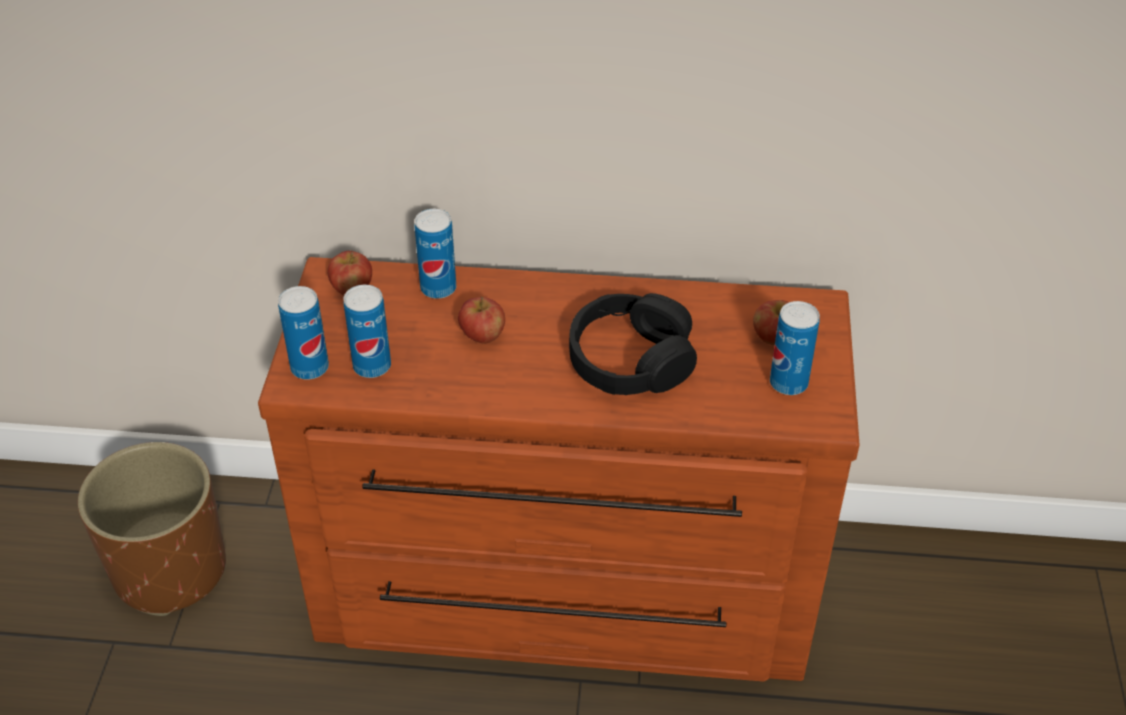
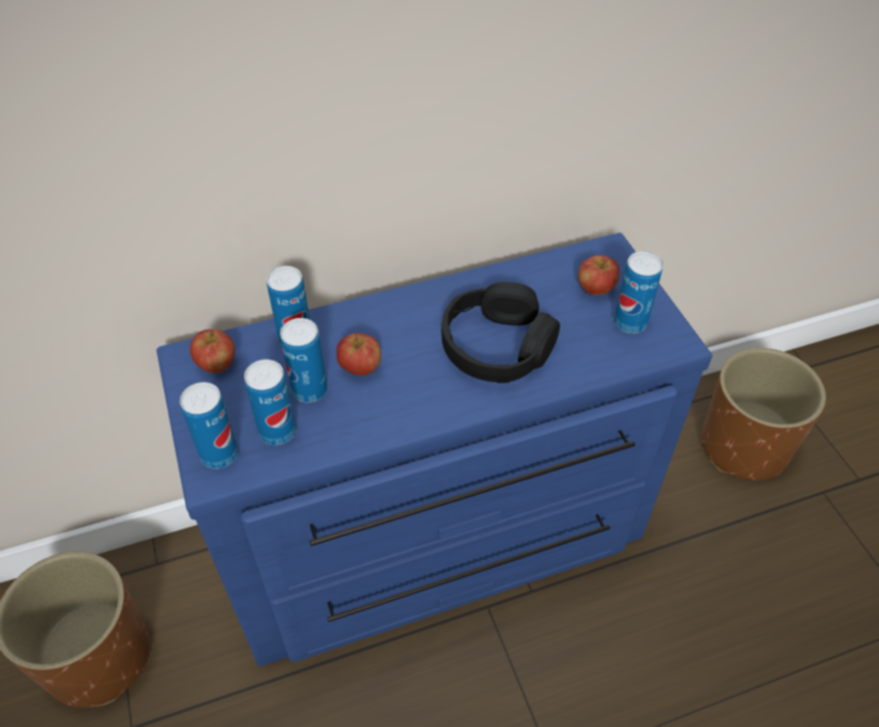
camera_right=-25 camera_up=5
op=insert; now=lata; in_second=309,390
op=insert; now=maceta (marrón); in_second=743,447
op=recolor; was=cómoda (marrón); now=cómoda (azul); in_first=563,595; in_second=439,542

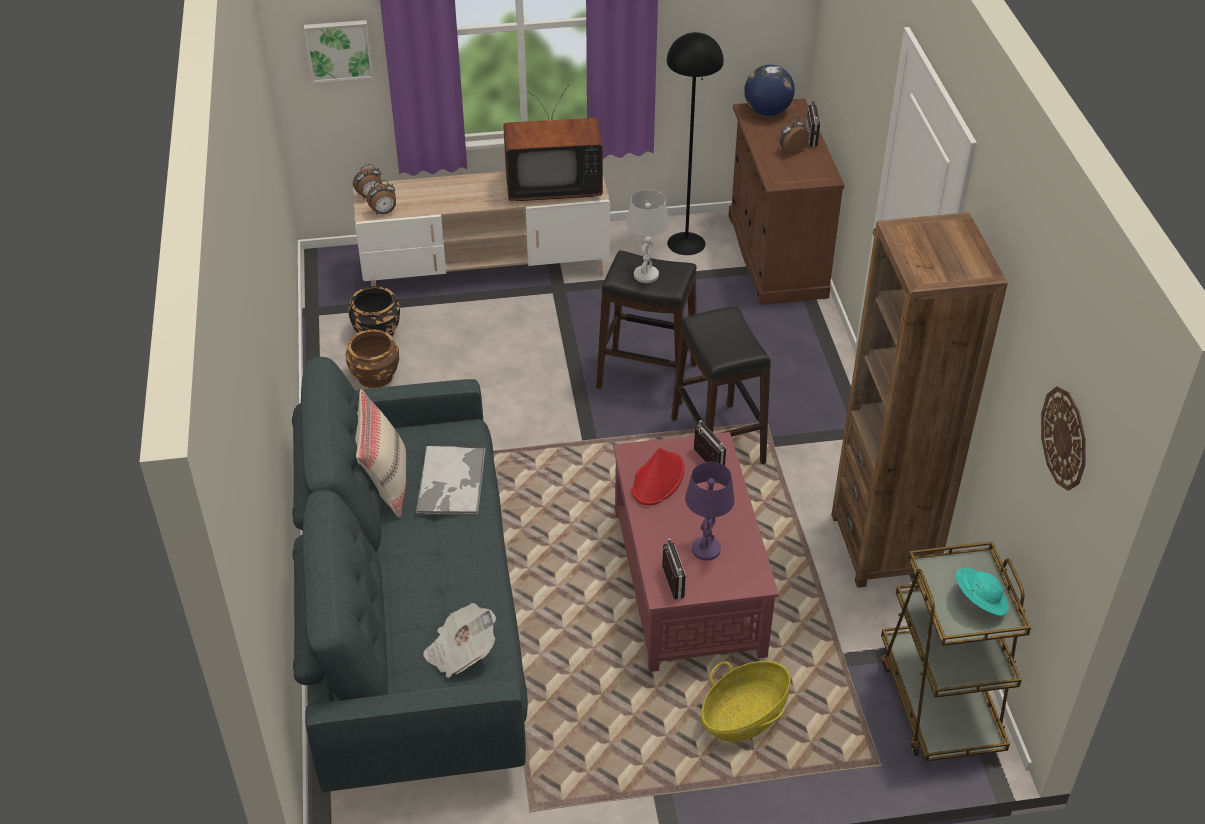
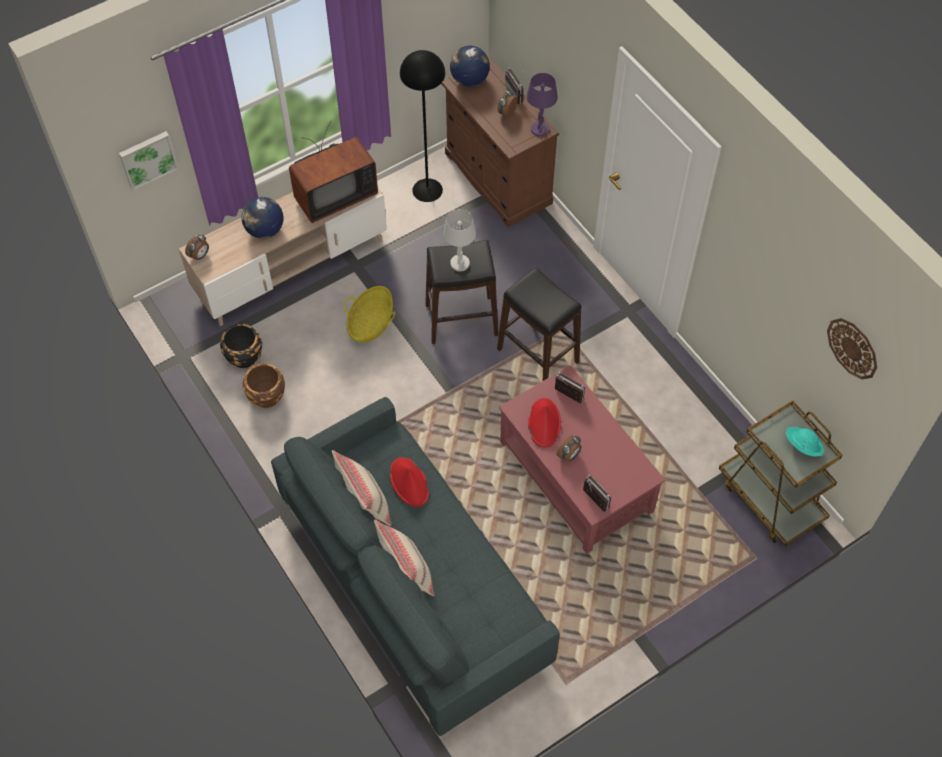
camera_right=-25 camera_up=15
op=delete; was=periódico; in_first=461,652
op=delete; was=estantería (marrón); in_first=884,545
op=insert; now=globo terráqueo; in_second=265,230
op=insert; now=cojín (beis); in_second=406,571
op=move; was=despertador; in_first=384,212; in_second=569,455
op=move; was=lámpara de mesa (morado); in_first=706,549; in_second=540,129
op=move; was=cesta; in_first=744,716; in_second=371,323
op=replace; was=bandeja; now=sombrero (rojo); in_first=451,482; in_second=409,483

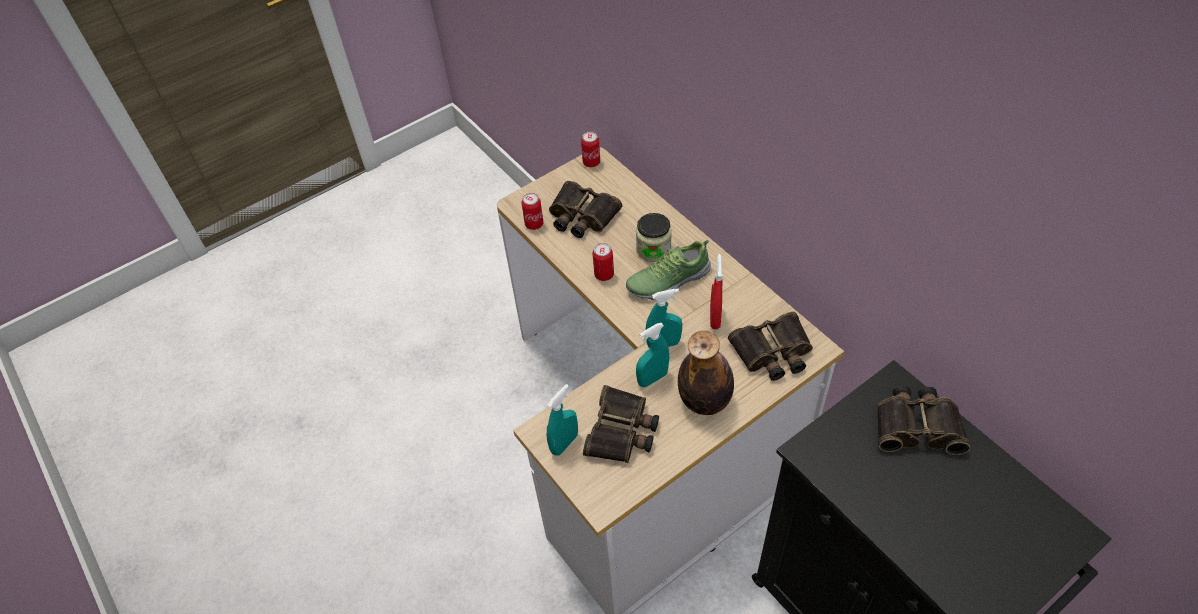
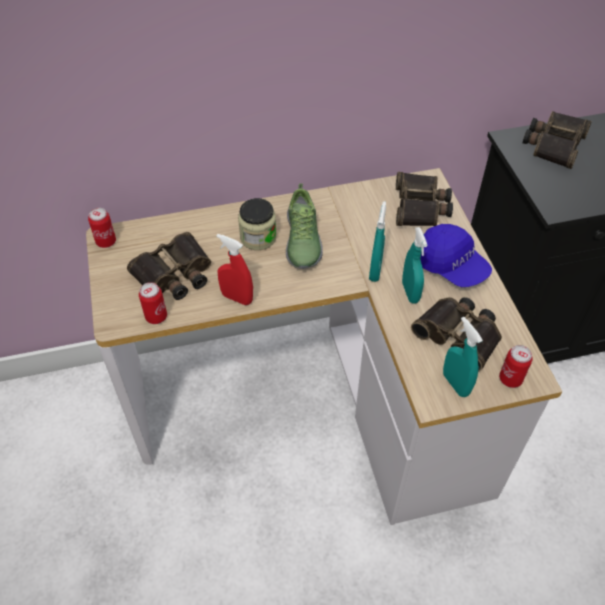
camera_right=-70 camera_up=0
op=move; was=lata; in_first=604,274; in_second=510,379
op=move; was=pulverizador (rojo); in_first=715,318; in_second=237,298
op=replace; was=botella; now=gorra (azul); in_first=705,401; in_second=451,266

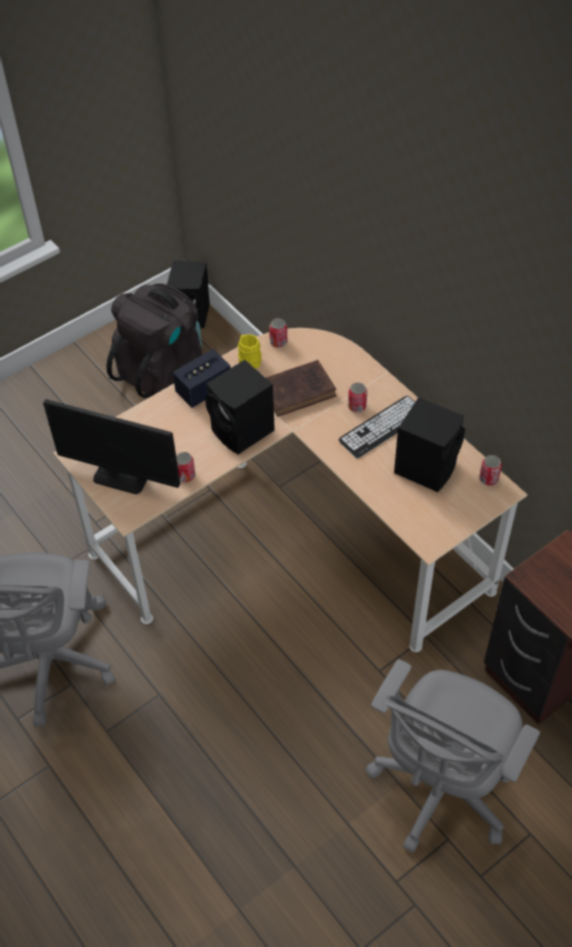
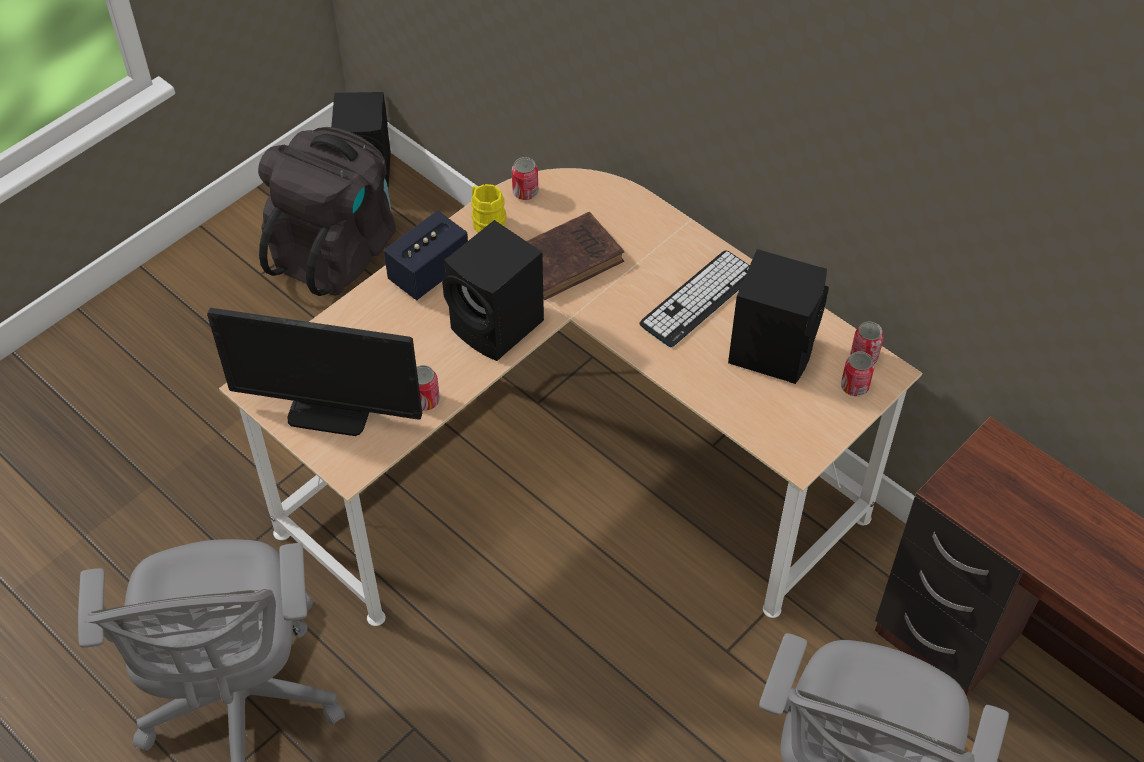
camera_right=-10 camera_up=0
op=move; was=lata; in_first=357,406; in_second=854,386

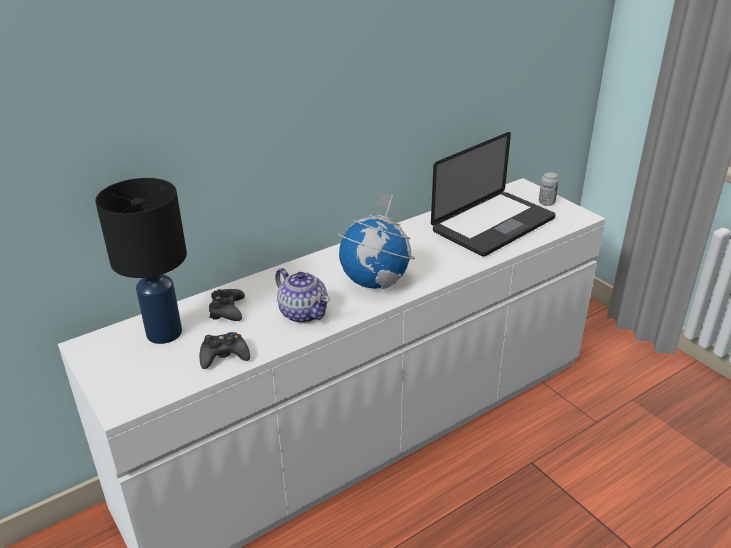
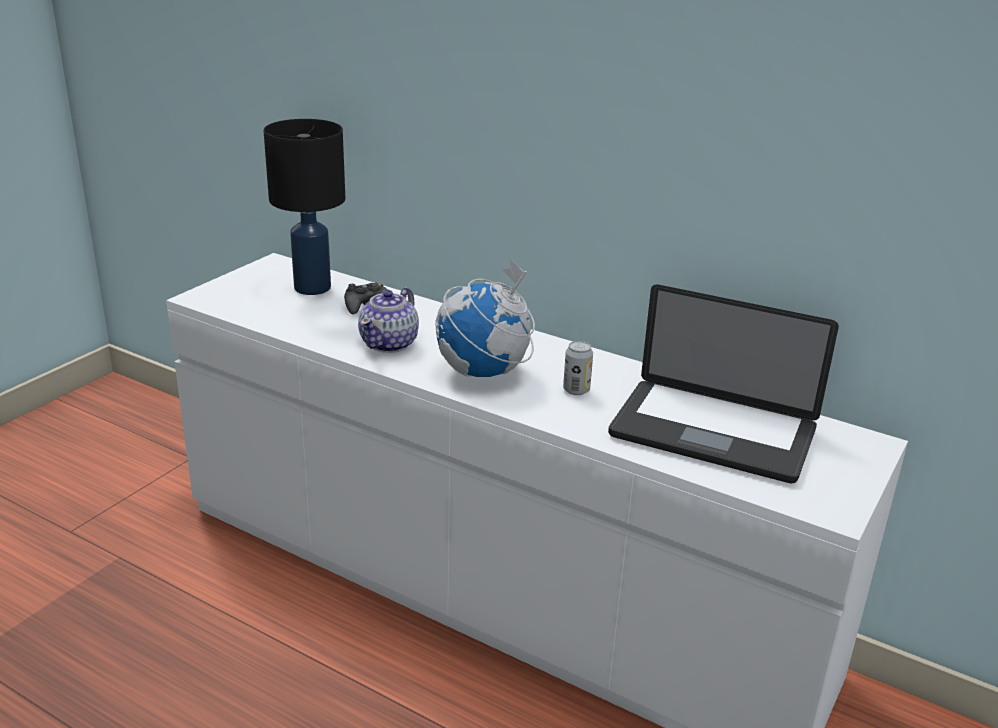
camera_right=65 camera_up=-5
op=delete; was=mando de consola (negro); in_first=224,356
op=move; was=lata; in_first=546,203; in_second=576,390

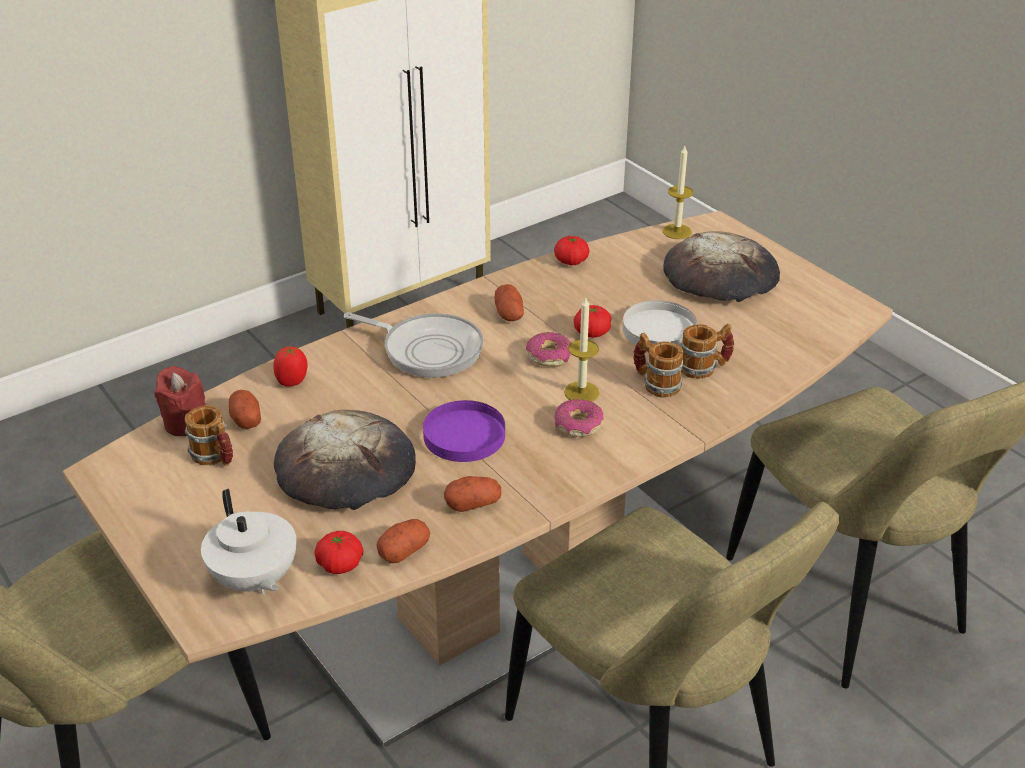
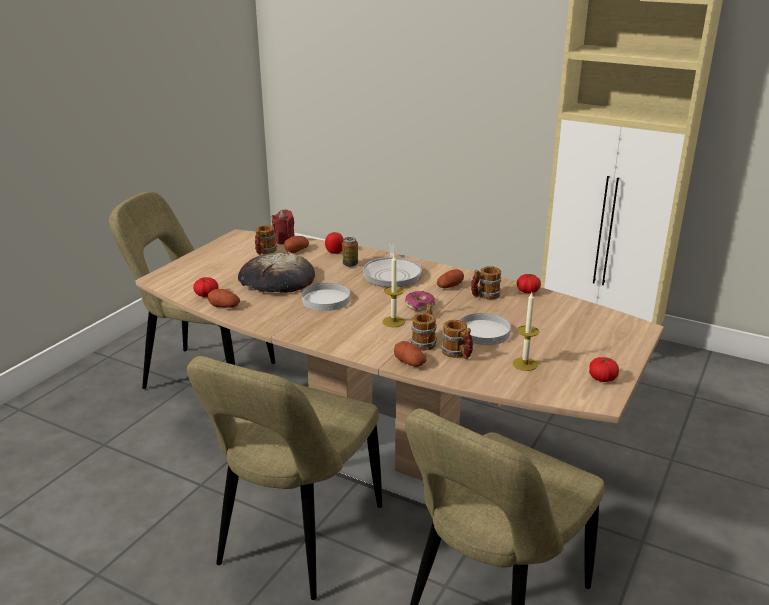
camera_right=65 camera_up=-10
op=delete; was=tetera (blanco); in_first=254,580
op=delete; was=rosquilla; in_first=578,425
op=delete; was=pan; in_first=721,276
op=insert; now=lata; in_second=350,264
op=insert; now=taza grande; in_second=484,296
op=move; was=patata; in_first=473,504; in_second=409,362
op=move; was=tomate; in_first=592,332; in_second=602,378
op=move; was=vela; in_first=677,231; in_second=525,364
op=recolor; was=plato (morado); now=plato (blanco); in_first=463,435; in_second=325,299

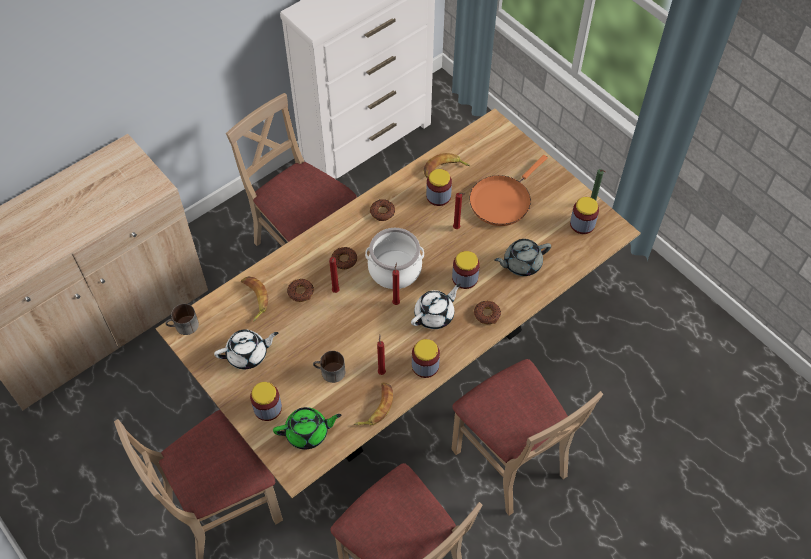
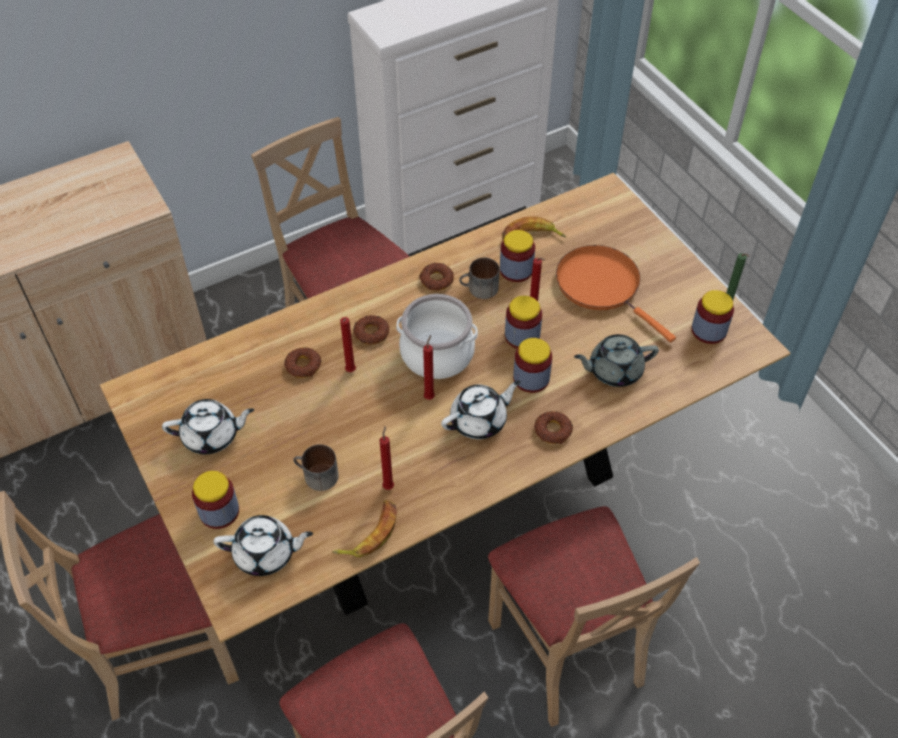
camera_right=10 camera_up=-5
op=delete; was=plátano; in_first=254,299
op=move; was=taza grande; in_first=184,326; in_second=479,289
op=move; was=tarro; in_first=425,366; in_second=522,336
op=recolor; was=tetera (verde); now=tetera (blanco); in_first=308,432; in_second=266,553
op=rotate; was=sartén (naranja); in_first=502,200; in_second=602,286; clockwise=90

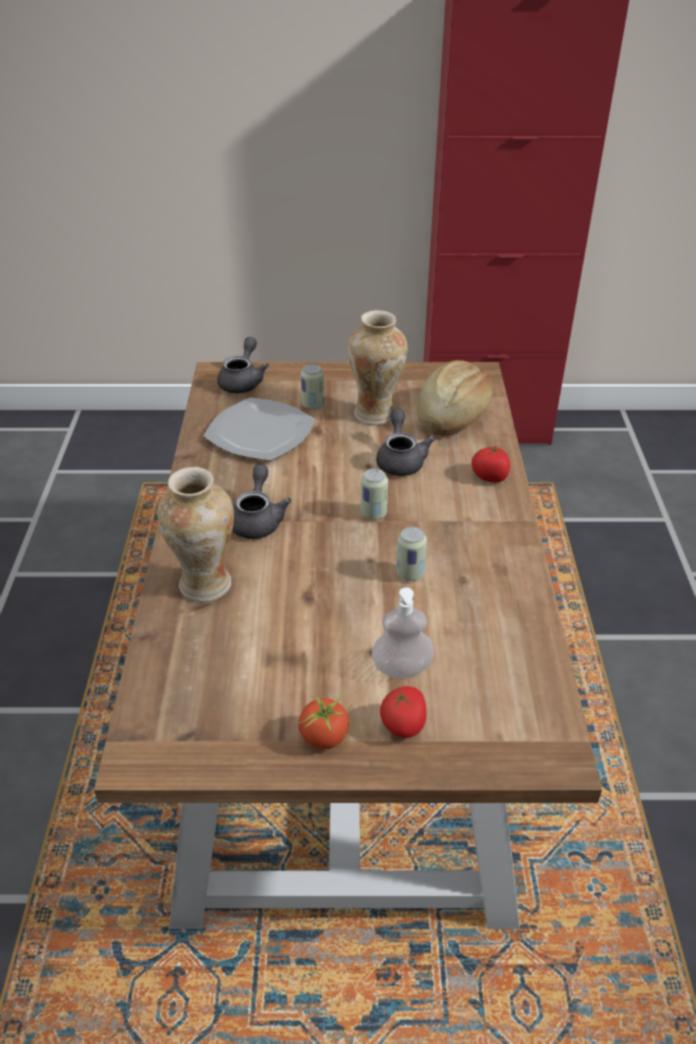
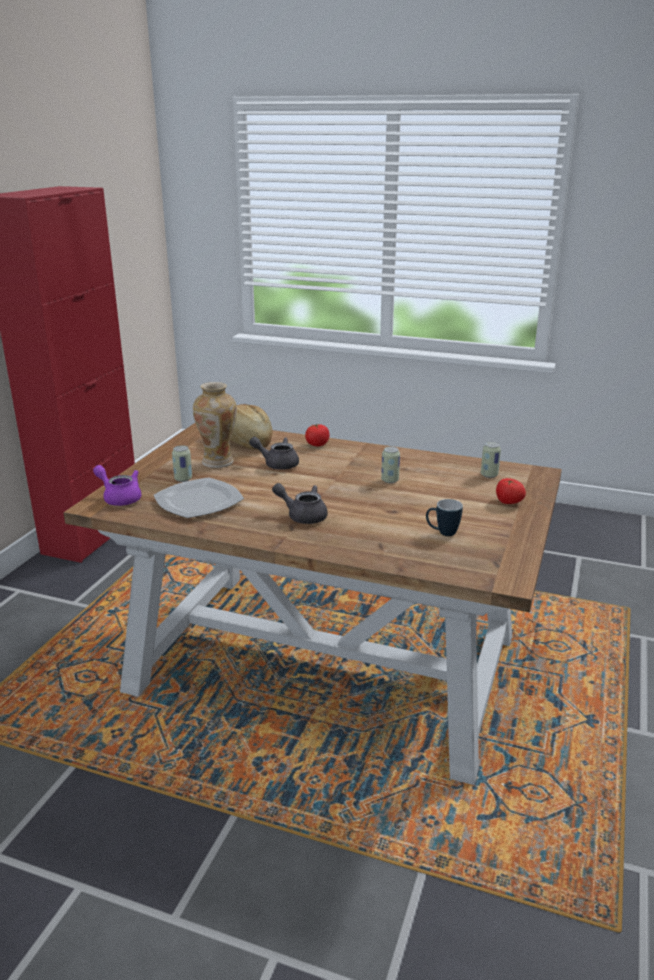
camera_right=-70 camera_up=-15
op=delete; was=florero; in_first=205,586
op=delete; was=tomate; in_first=324,736
op=delete; was=dispensador de jabón; in_first=401,668
op=insert; now=taza grande; in_second=442,533
op=move; was=lata; in_first=373,513; in_second=489,475
op=recolor; was=tetera (gris); now=tetera (morado); in_first=243,381; in_second=119,498

